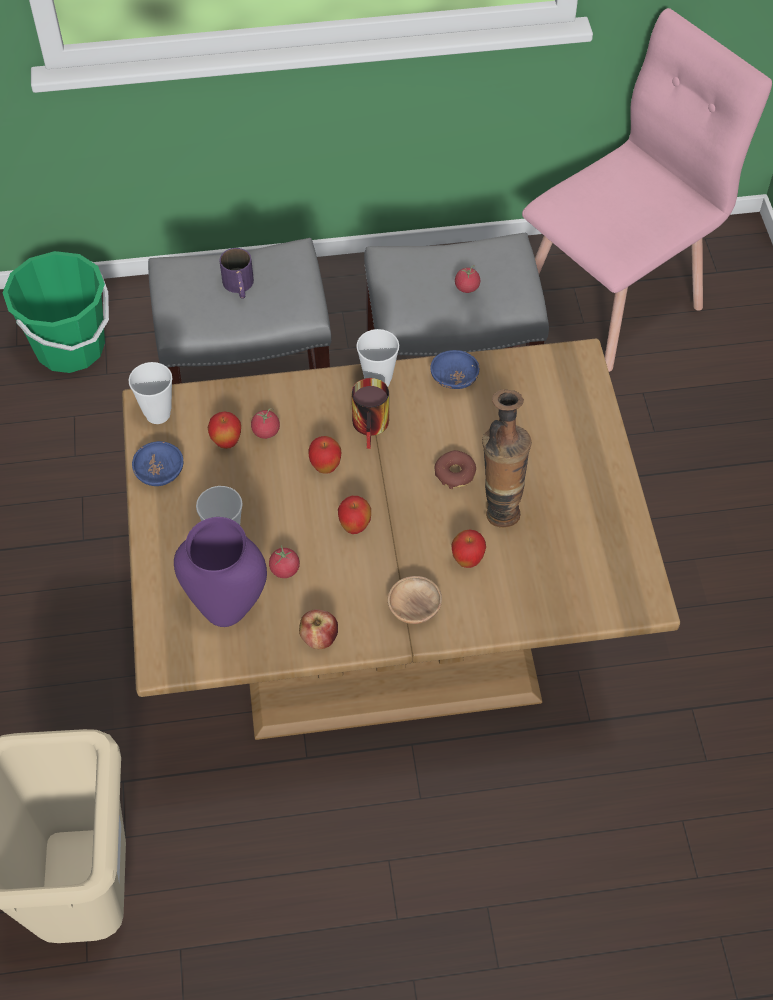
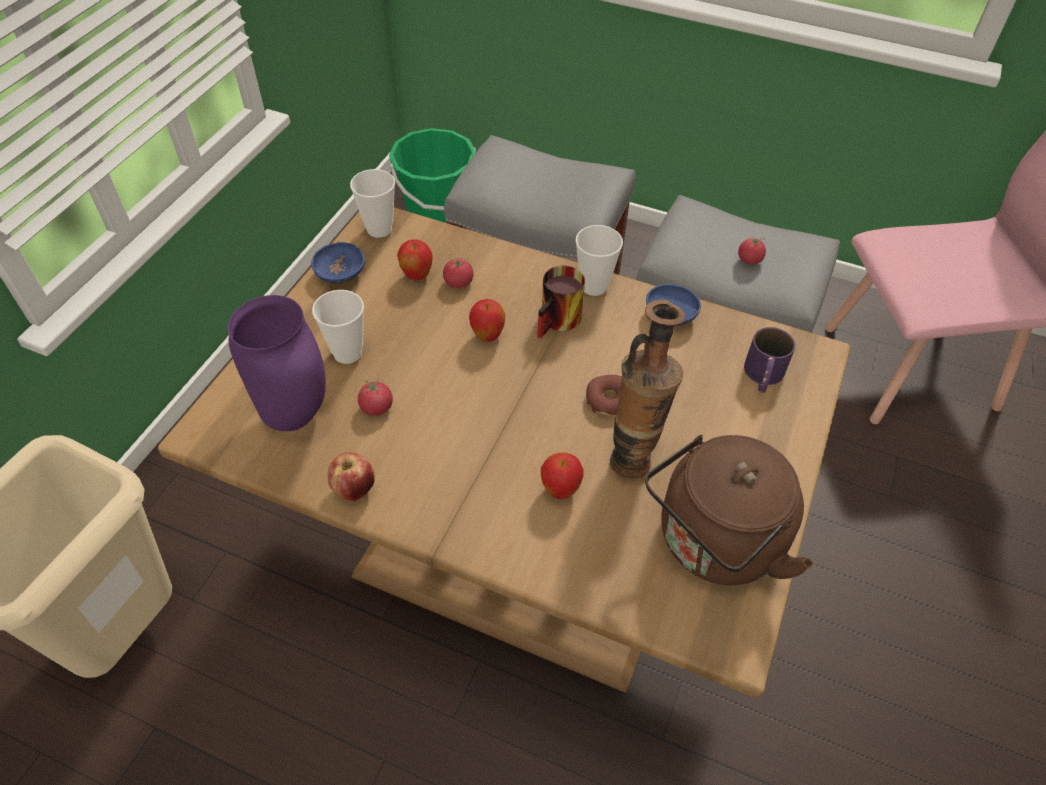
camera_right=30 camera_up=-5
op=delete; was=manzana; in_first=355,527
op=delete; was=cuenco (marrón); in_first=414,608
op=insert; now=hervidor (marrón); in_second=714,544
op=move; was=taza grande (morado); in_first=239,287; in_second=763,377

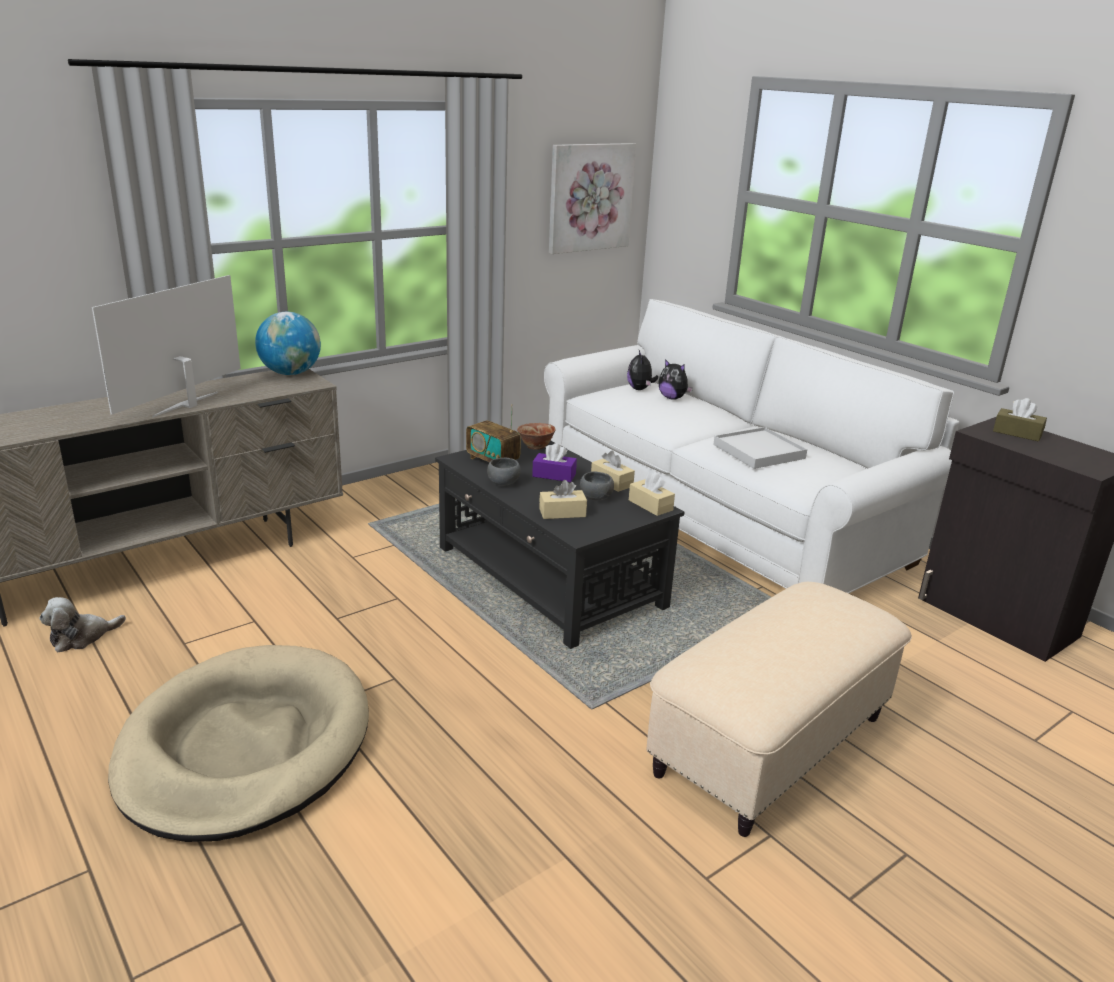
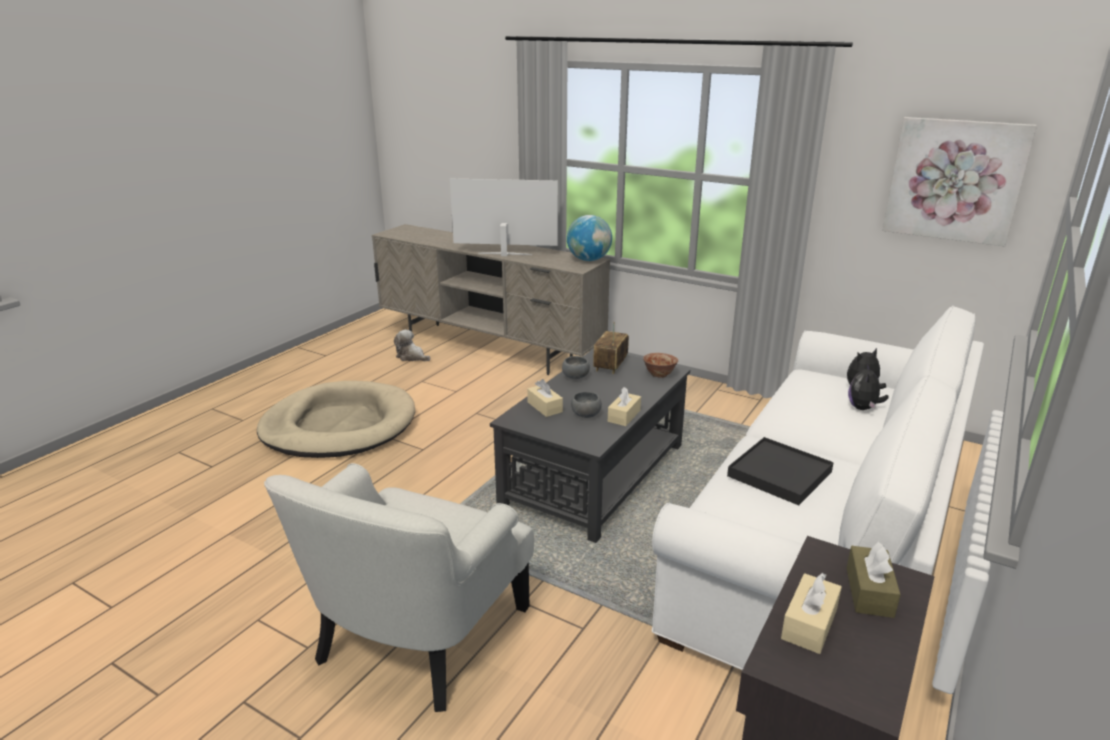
camera_right=70 camera_up=0
op=delete; was=caja de pañuelos (morado); in_first=554,475
op=move; was=caja de pañuelos (beis); in_first=650,505; in_second=809,624
op=replace; was=puf (beis); now=sillón (blanco); in_first=772,747; in_second=417,635
op=recolor; was=bandeja (blanco); now=bandeja (negro); in_first=758,451; in_second=779,474

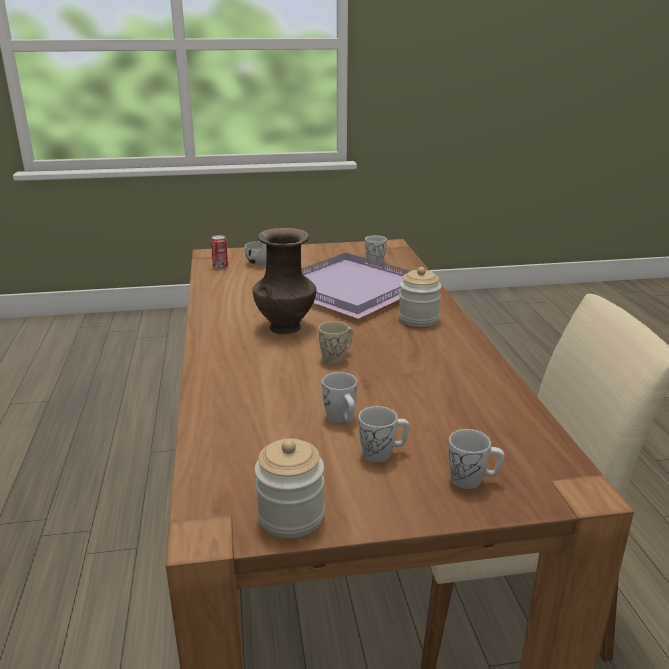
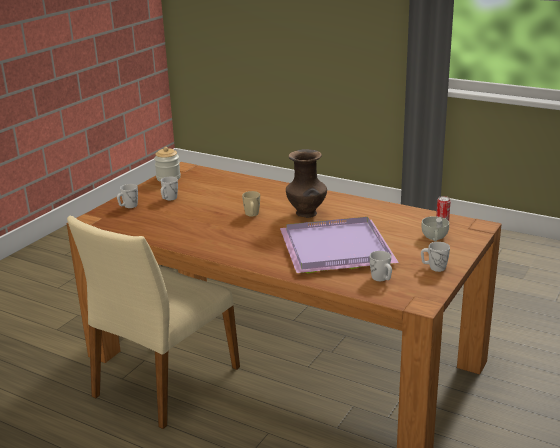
camera_right=130 camera_up=0
op=delete; was=tarro; in_first=418,319
op=move; was=taza grande (blanco); in_first=342,419; in_second=434,267

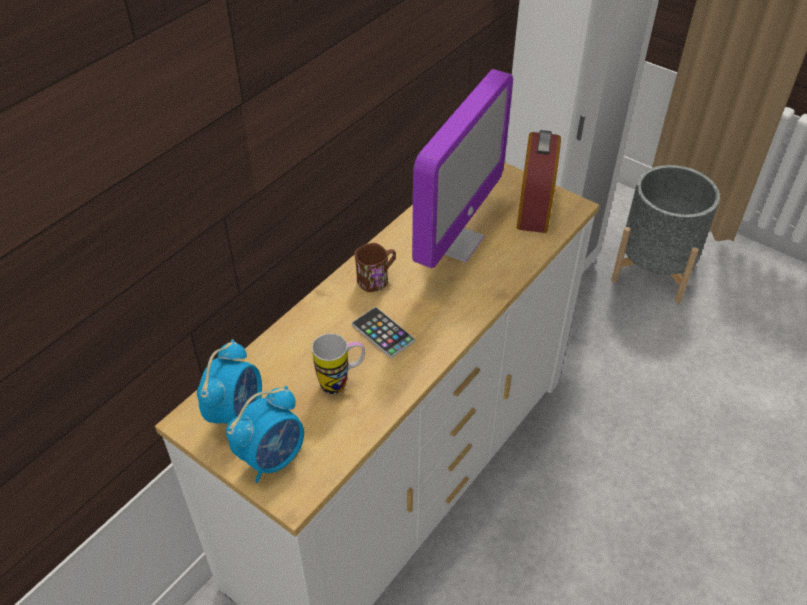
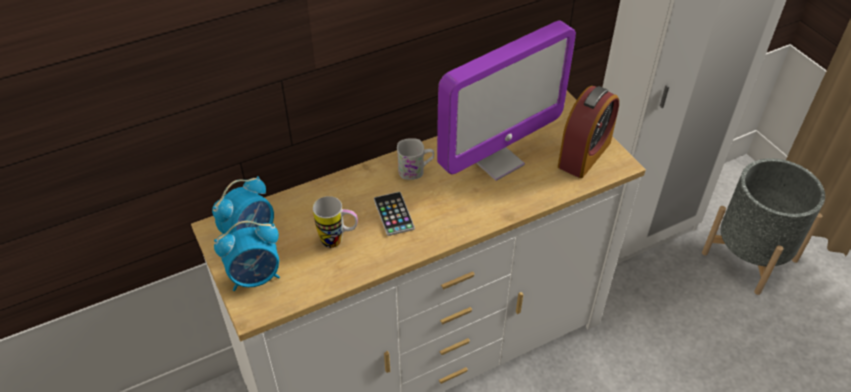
camera_right=25 camera_up=0
op=recolor; was=taza grande (marrón); now=taza grande (blanco); in_first=377,279; in_second=415,170

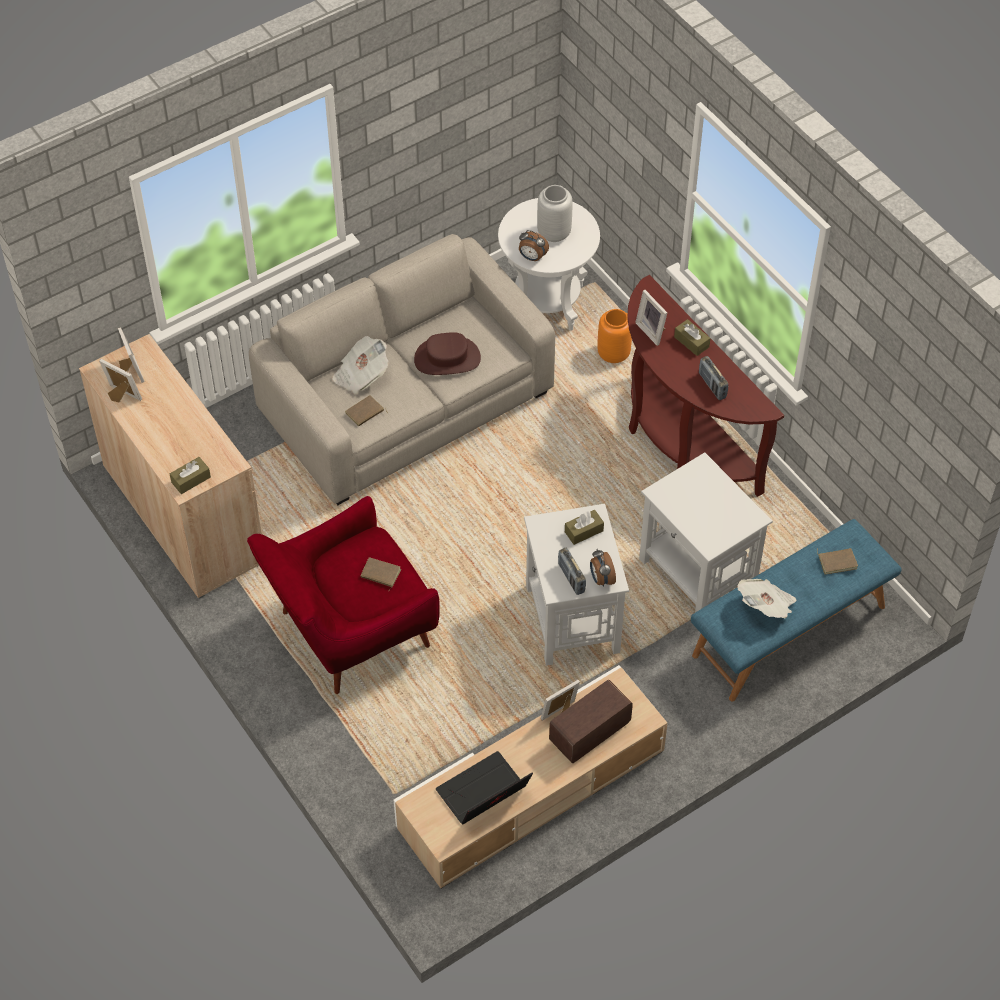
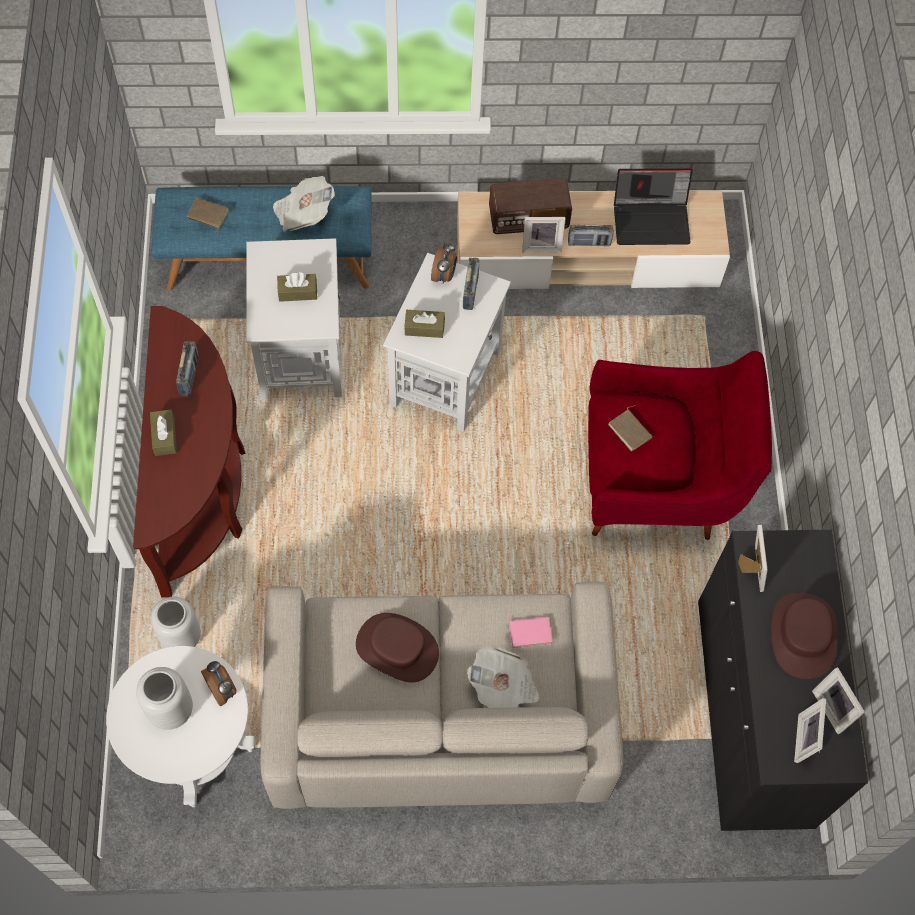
camera_right=-150 camera_up=10
op=insert; now=radio; in_second=589,242
op=insert; now=sombrero (marrón); in_second=802,635
op=move; was=caja de pañuelos (marrón); in_first=191,480; in_second=297,292
op=move; was=portarretratos; in_first=652,331; in_second=750,569
op=recolor; was=armario (beis); now=armario (negro); in_first=184,514; in_second=753,712
op=recolor; was=libro (marrón); now=libro (rosa); in_first=365,413; in_second=530,631
op=recolor; was=florero (naranja); now=florero (gris); in_first=613,354; in_second=181,636

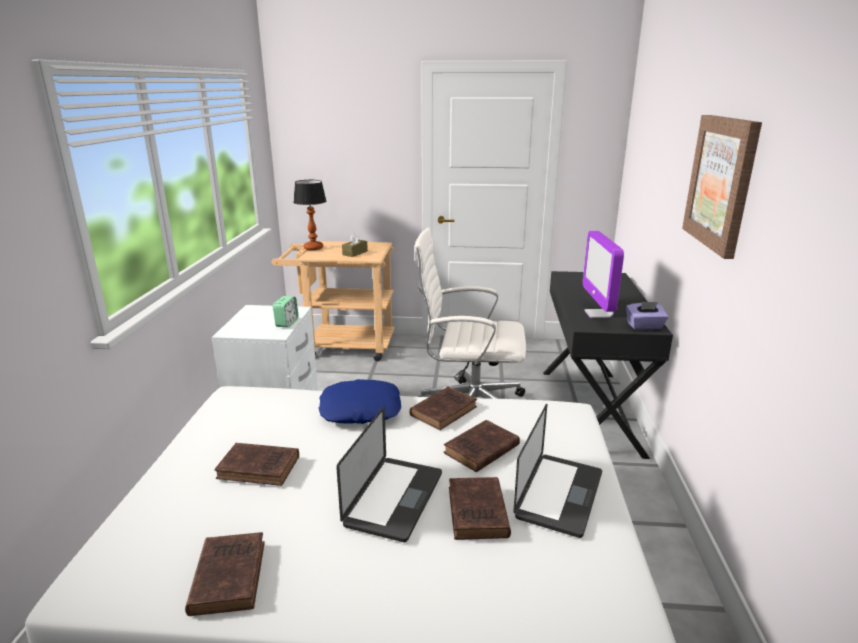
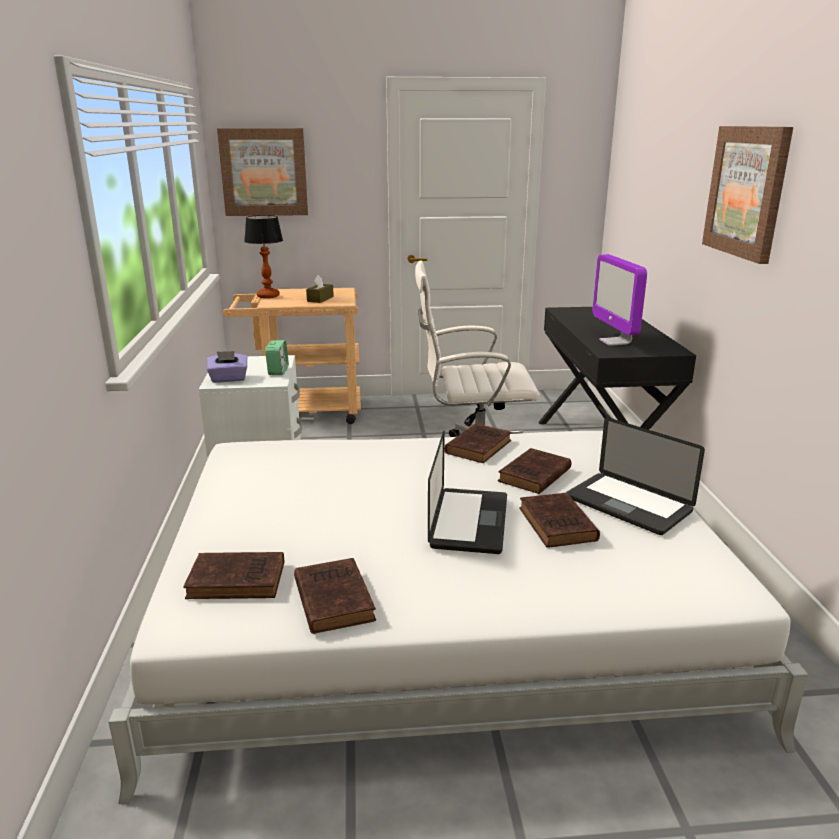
camera_right=-10 camera_up=0
op=delete; was=cojín (azul); in_first=360,409
op=insert; now=cuadro; in_second=264,172
op=move; was=libro (marrón); in_first=261,468; in_second=239,580
op=move; was=caja de pañuelos (morado); in_first=644,326; in_second=228,379
op=rotate; was=portátil; in_first=559,495; in_second=628,504; clockwise=120

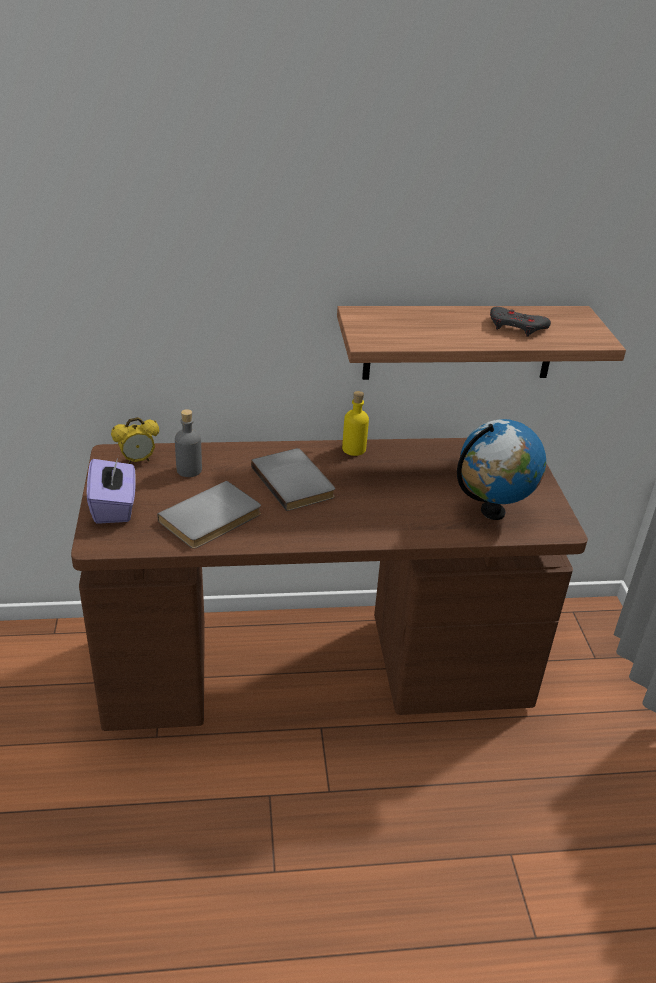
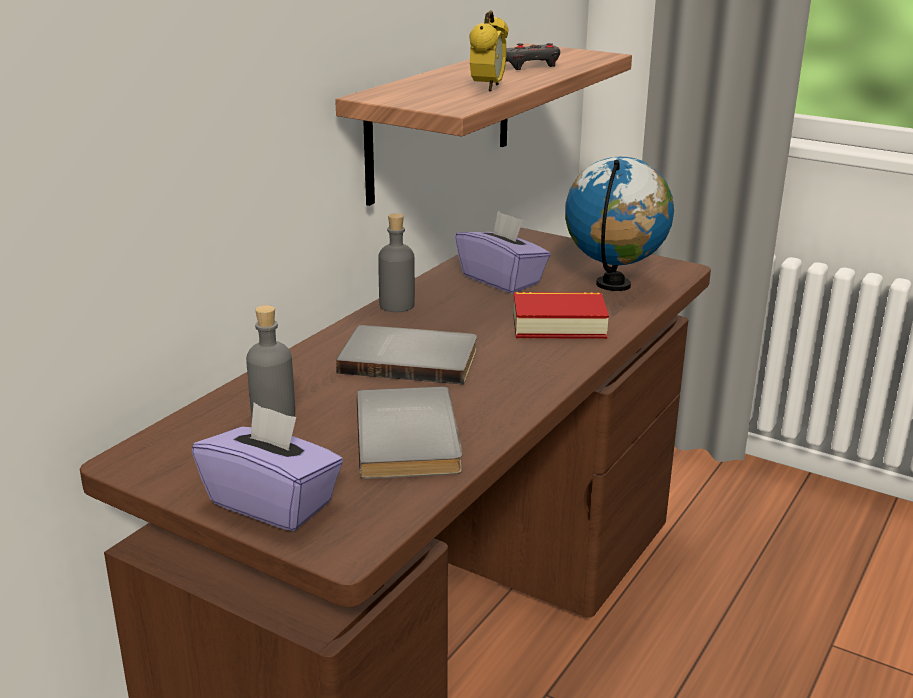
camera_right=-50 camera_up=-10
op=insert; now=caja de pañuelos (morado); in_second=502,280
op=insert; now=libro; in_second=558,325
op=move; was=despertador; in_first=138,461; in_second=488,88
op=recolor; was=botella (amarillo); now=botella (gris); in_first=354,449; in_second=397,305

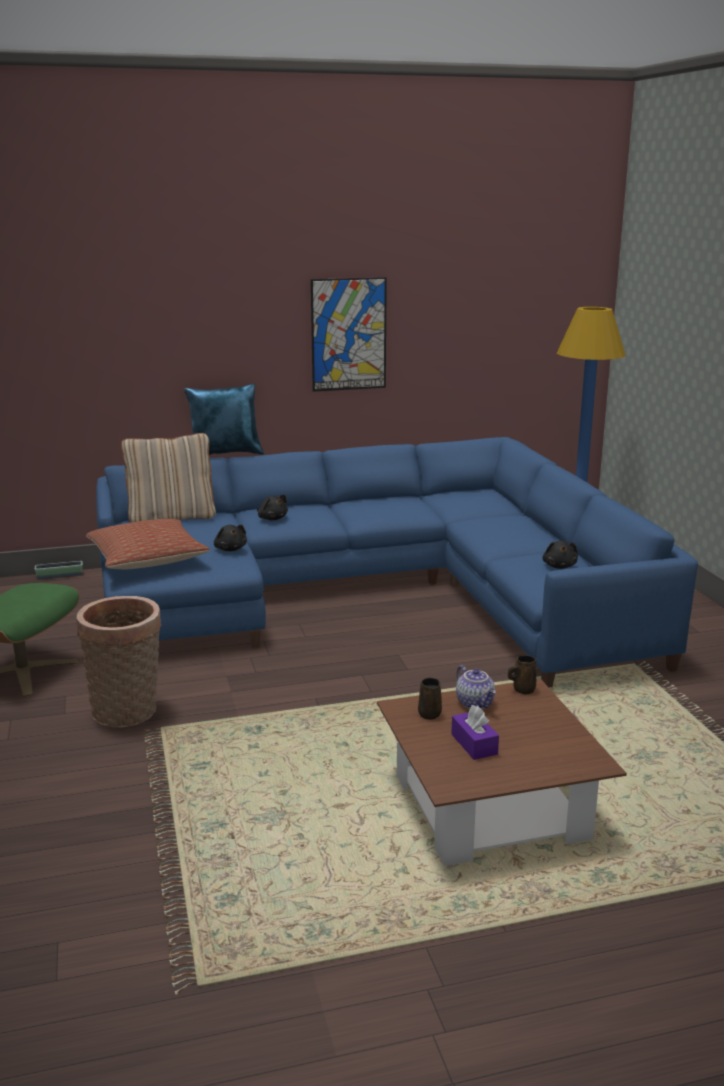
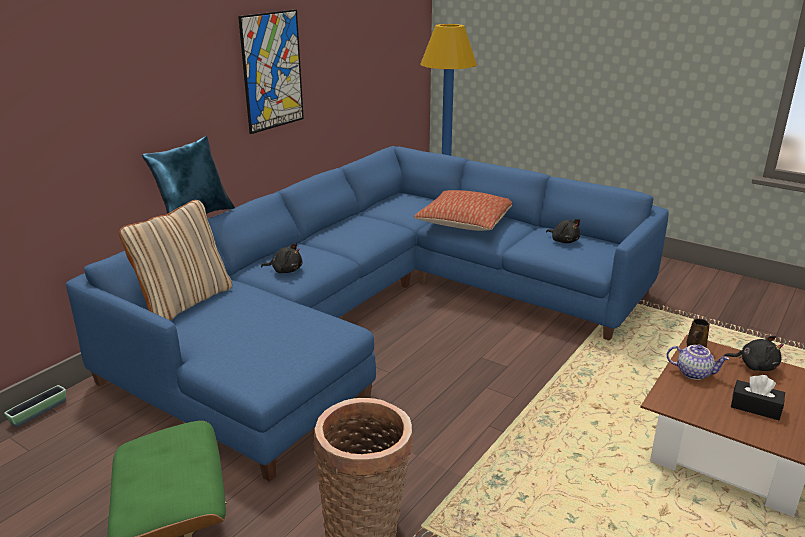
camera_right=-40 camera_up=5
op=delete; was=taza grande (marrón); in_first=430,713
op=move; was=cojín; in_first=147,559; in_second=465,222
op=move; was=peluche (negro); in_first=230,549; in_second=754,366
op=recolor; was=caja de pañuelos (morado); now=caja de pañuelos (negro); in_first=474,744; in_second=755,407

